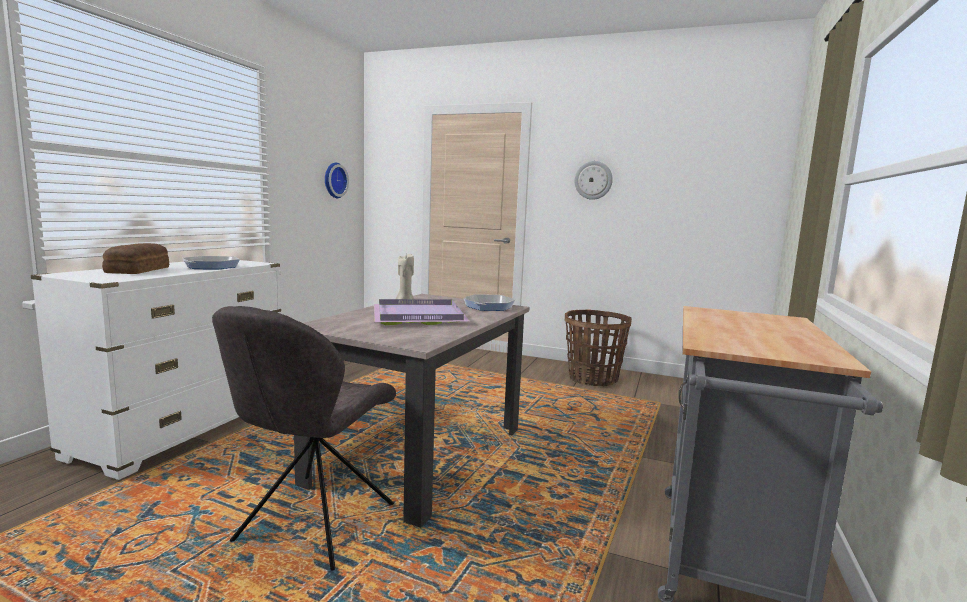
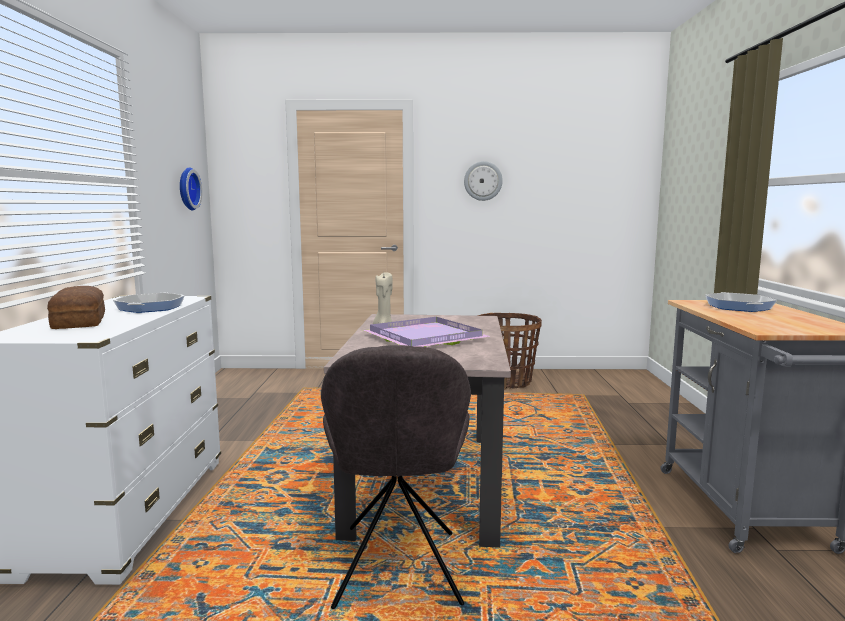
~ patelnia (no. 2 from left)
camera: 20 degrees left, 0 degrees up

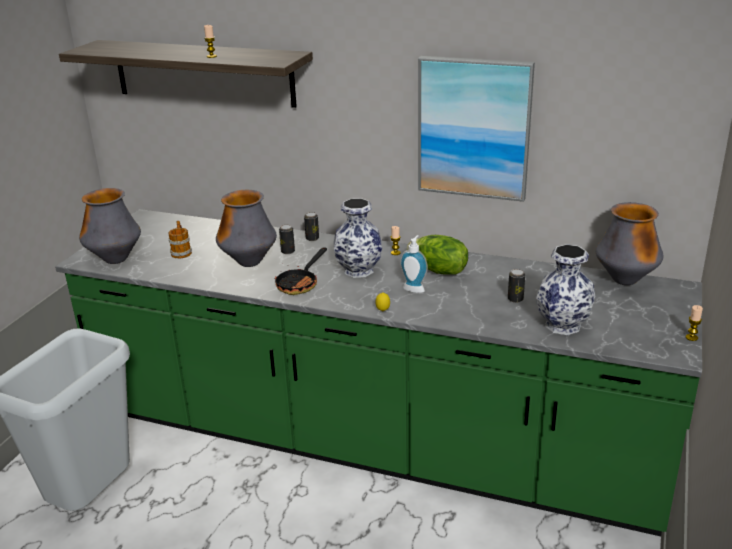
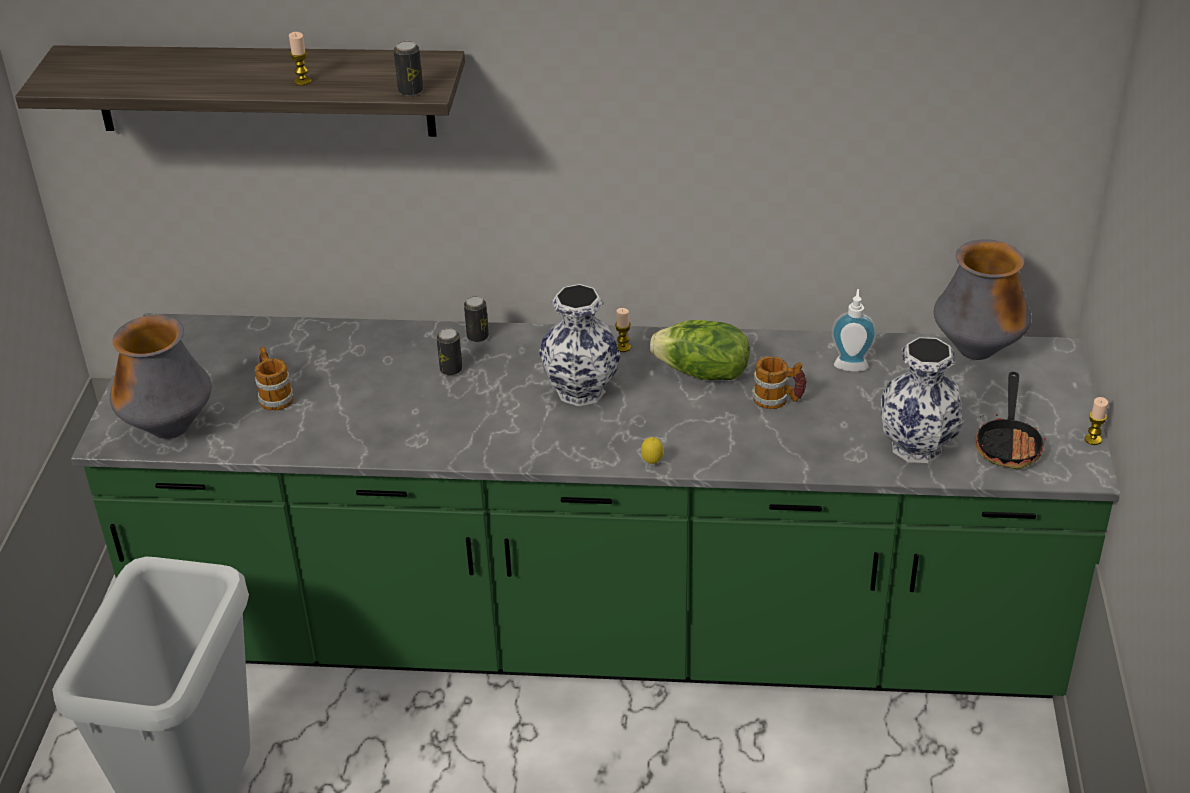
- obraz
- wazon (no. 2 from left)
~ dozownik mydła
~ patelnia
~ puszka (no. 3 from left in the first image) to puszka (no. 1 from left)
+ kubek (no. 2 from left)
camera: 15 degrees left, 10 degrees up

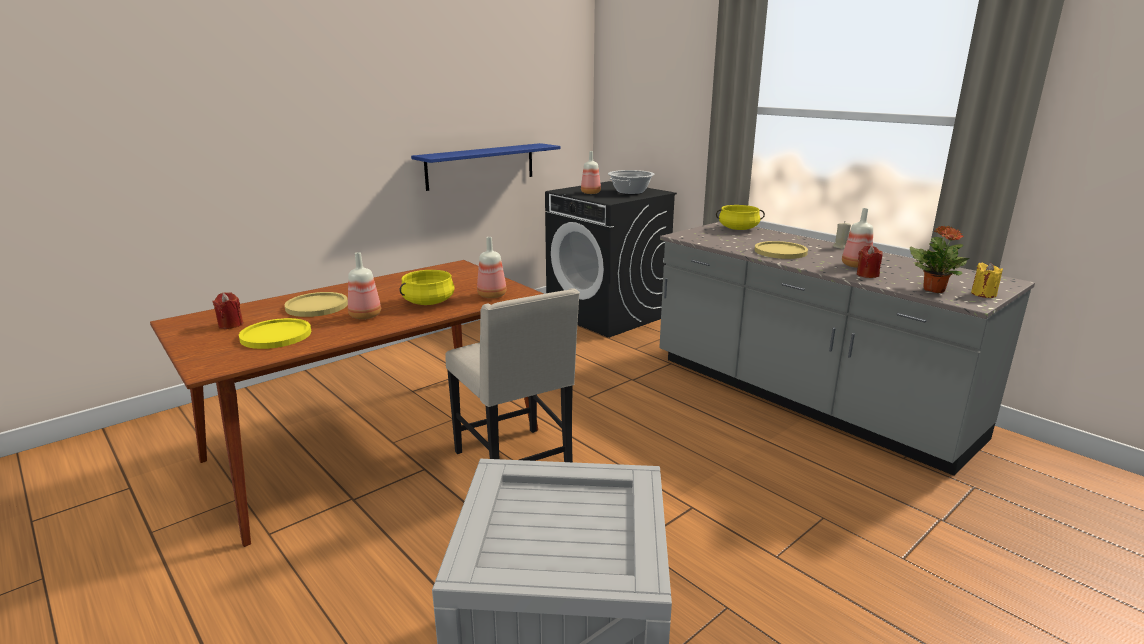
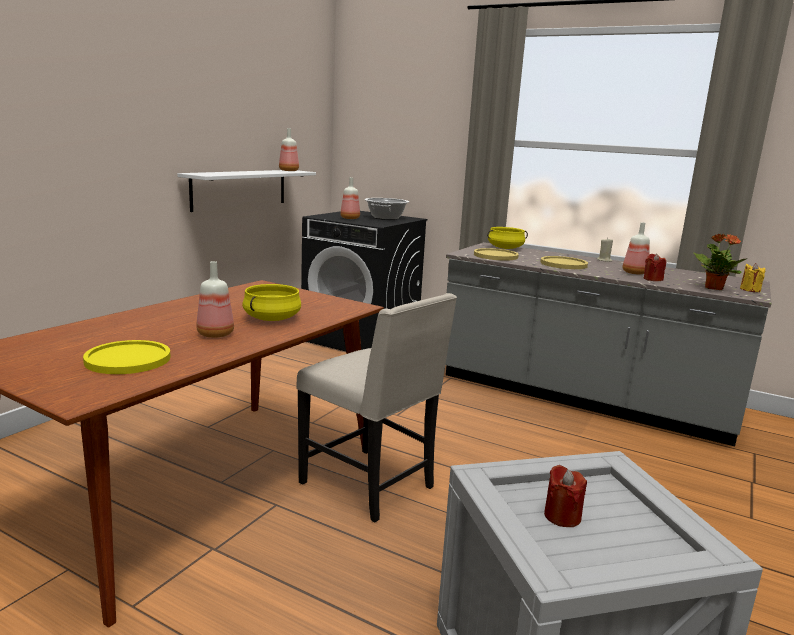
~ półka [niebieski] to półka [biały]
~ butelka (no. 2 from left)
~ świeca [czerwony] (no. 1 from left)
~ talerz [żółty] (no. 2 from left)
camera: 20 degrees left, 5 degrees down

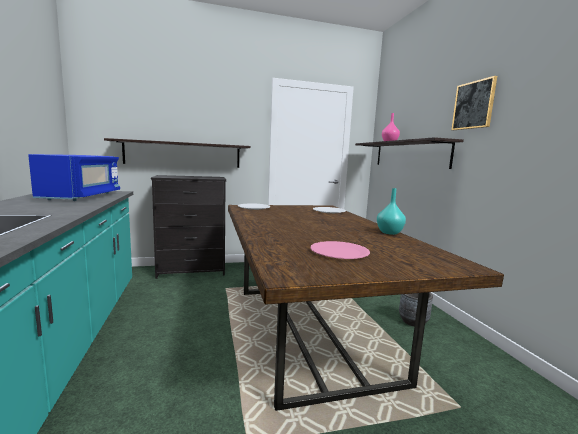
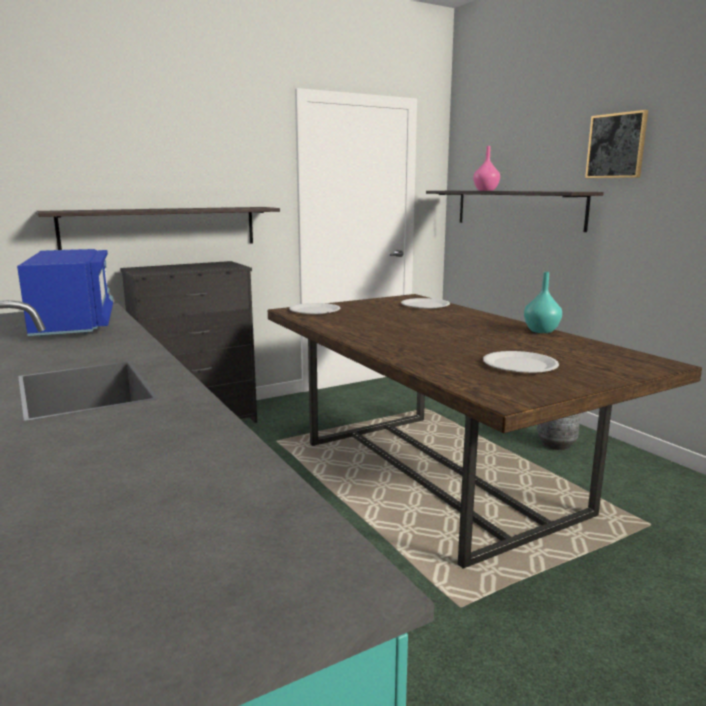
~ talerz [różowy] to talerz [biały] (no. 3 from left)
camera: 15 degrees left, 5 degrees up

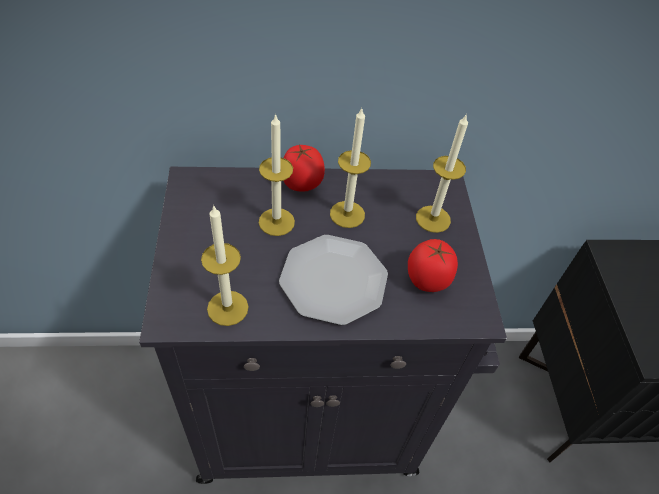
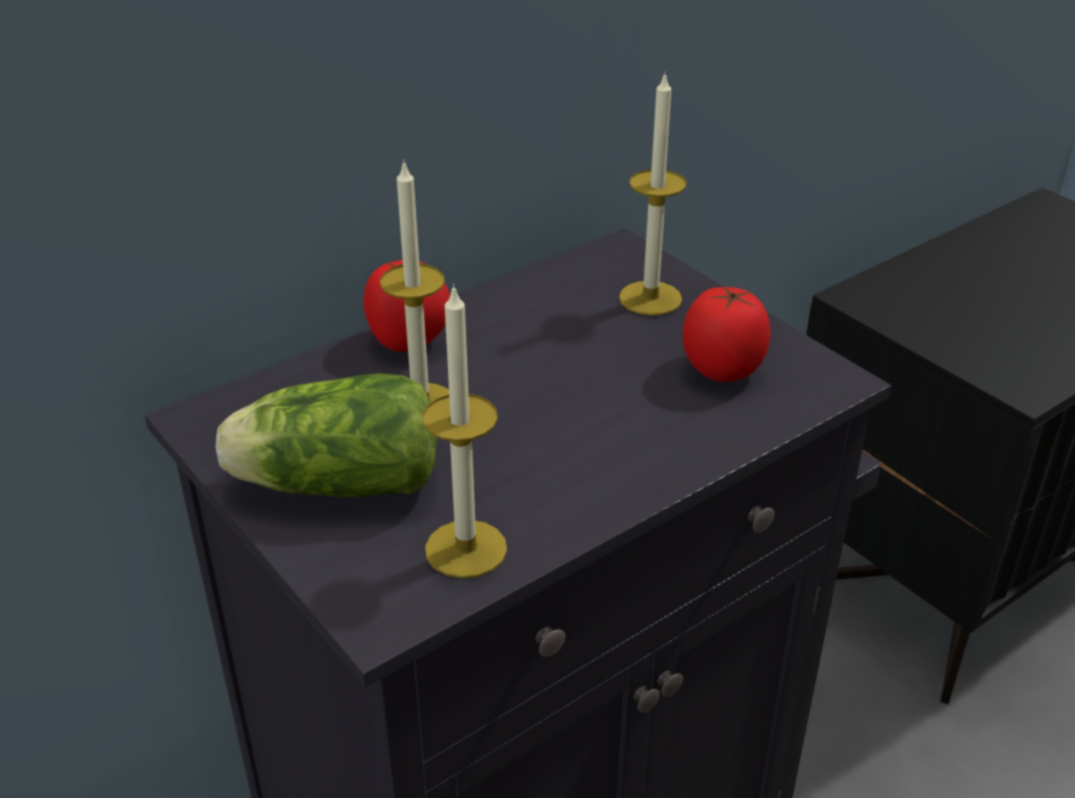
- świeca (no. 3 from left)
- talerz
+ sałata
camera: 30 degrees left, 15 degrees down

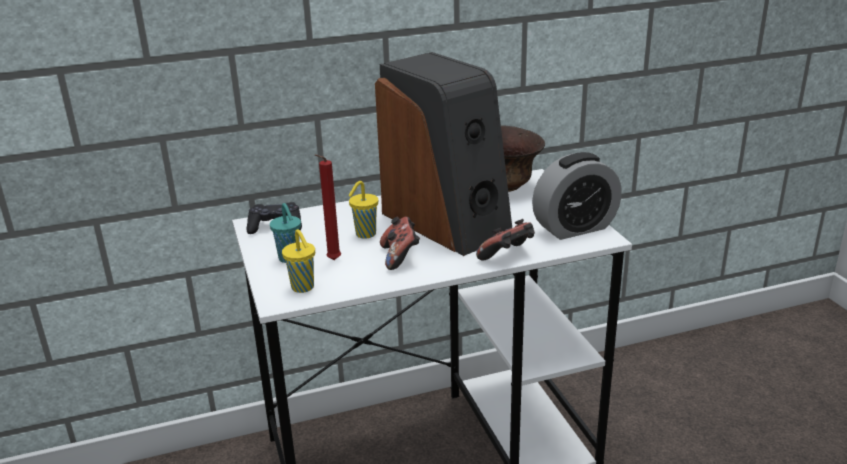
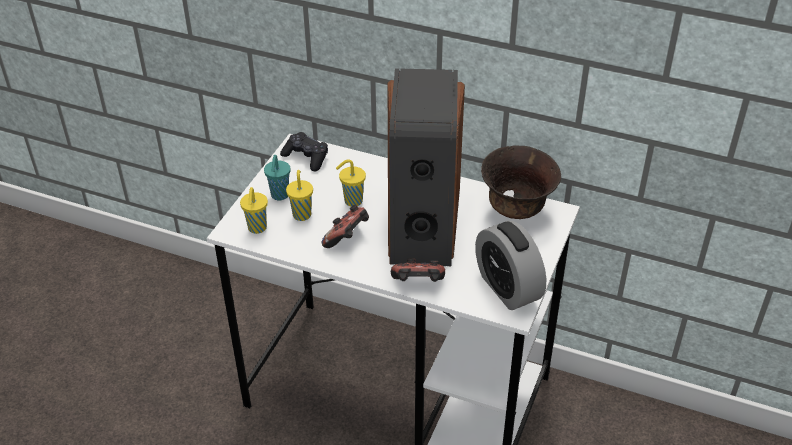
~ budzik 45 degrees clockwise
~ świeca [czerwony] to filiżanka [żółty] (no. 2 from left)
camera: 40 degrees right, 15 degrees up

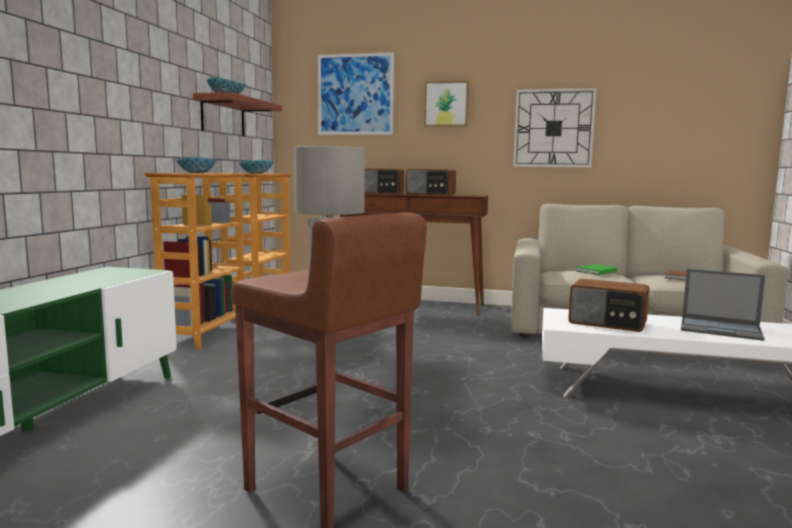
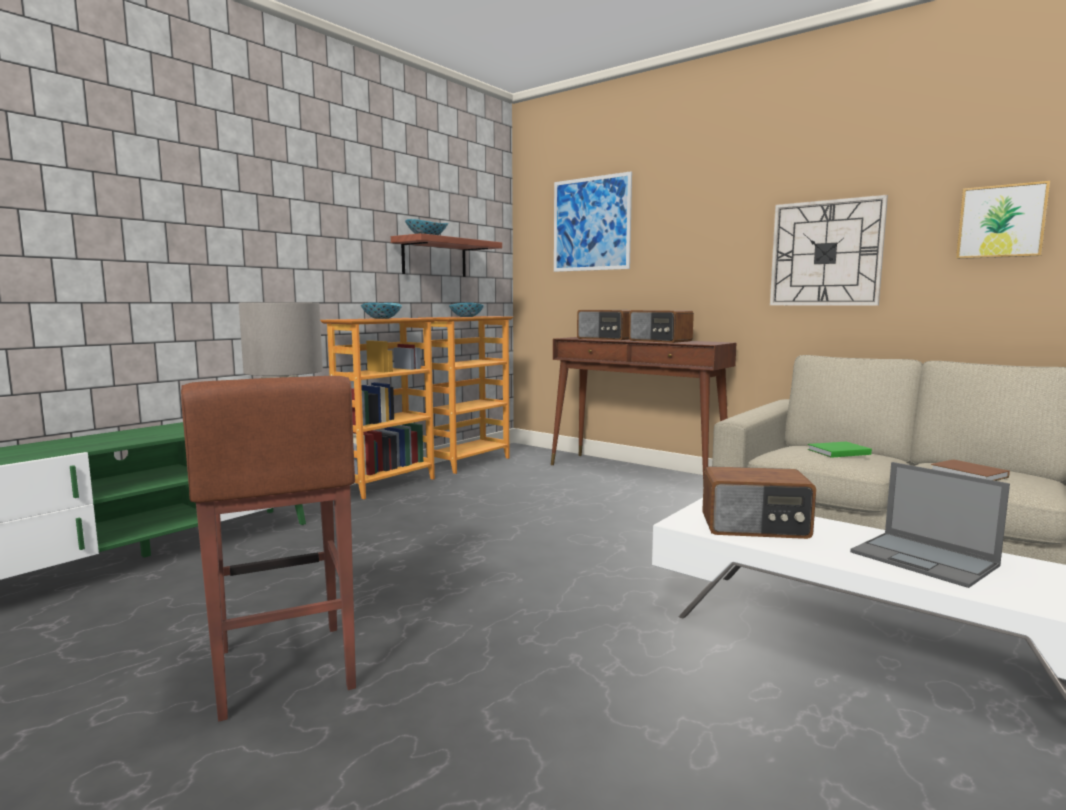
~ obraz (no. 2 from left)
~ radio (no. 3 from left) 45 degrees counterclockwise
camera: 25 degrees right, 0 degrees up

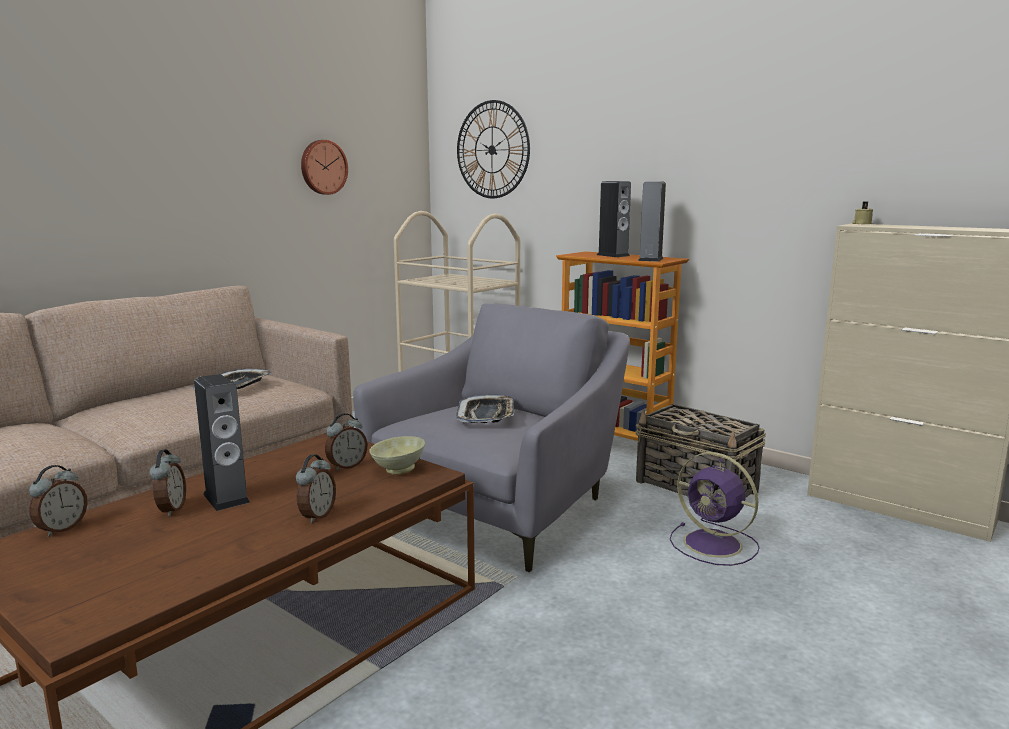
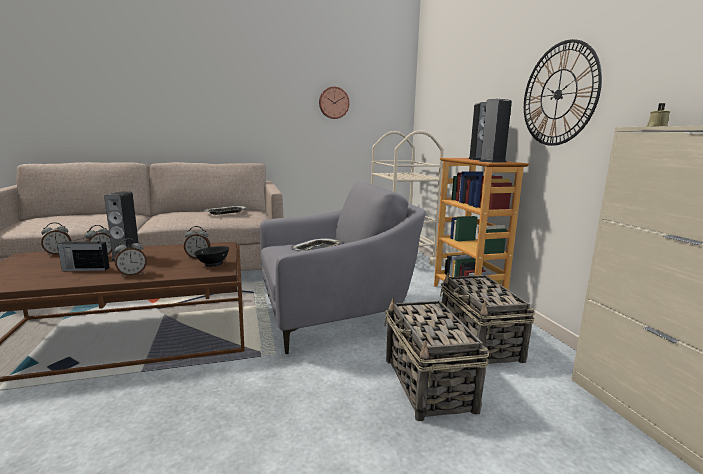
~ zegar ścienny (no. 2 from left)
~ miska [beżowy] to miska [czarny]
~ wentylator [fioletowy] to koszyk (no. 1 from left)
+ radio
camera: 35 degrees right, 0 degrees up

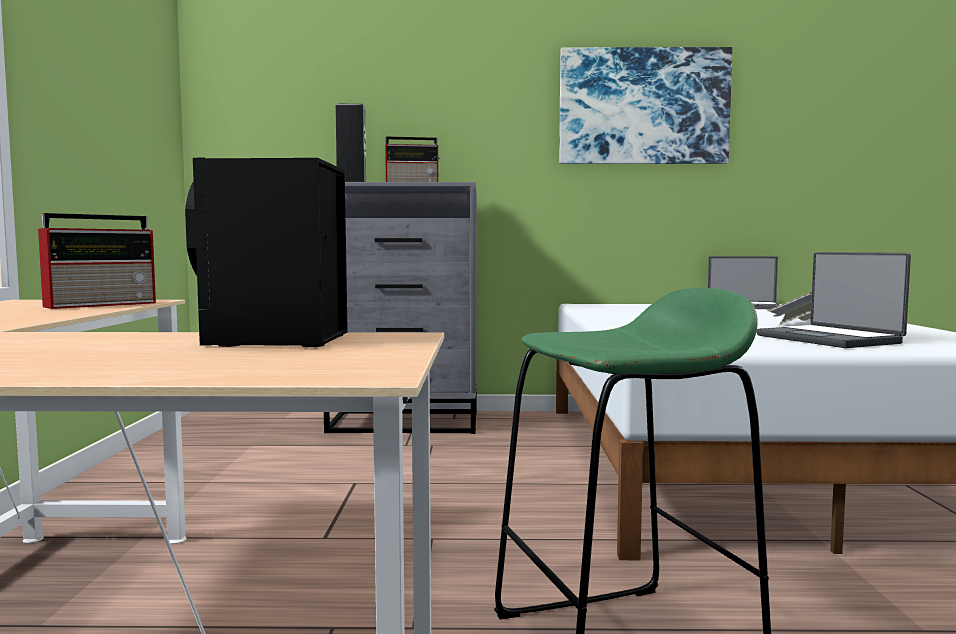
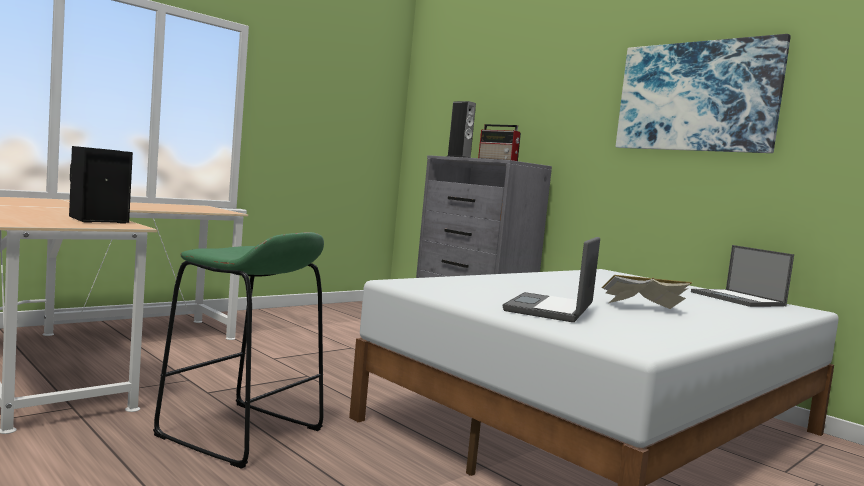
- radio (no. 1 from left)
camera: 45 degrees right, 0 degrees up

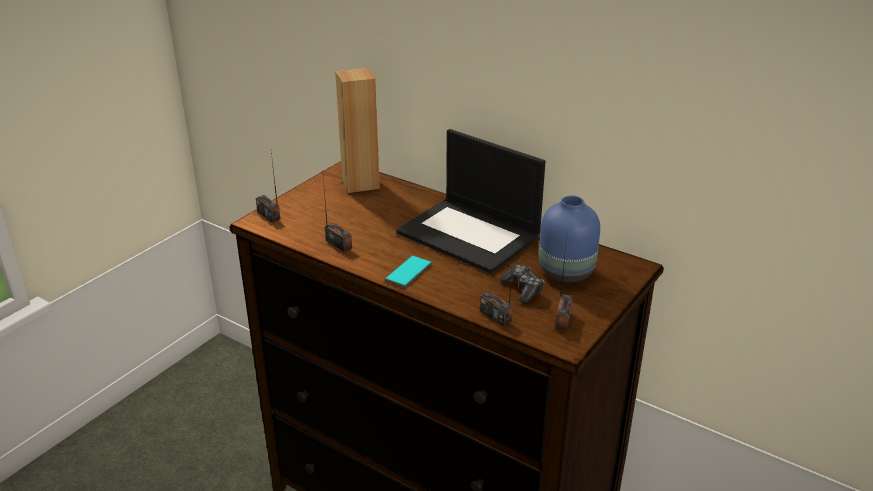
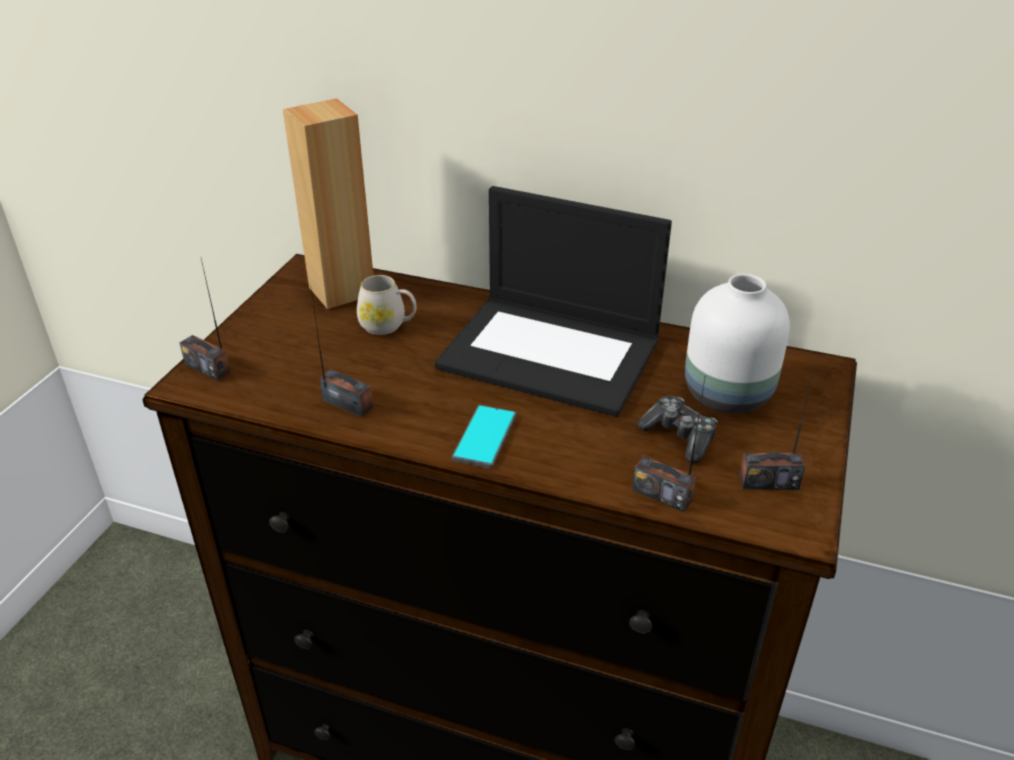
~ wazon [niebieski] to wazon [biały]
~ radio (no. 4 from left) 90 degrees clockwise
+ kubek [biały]
camera: 15 degrees left, 5 degrees up

